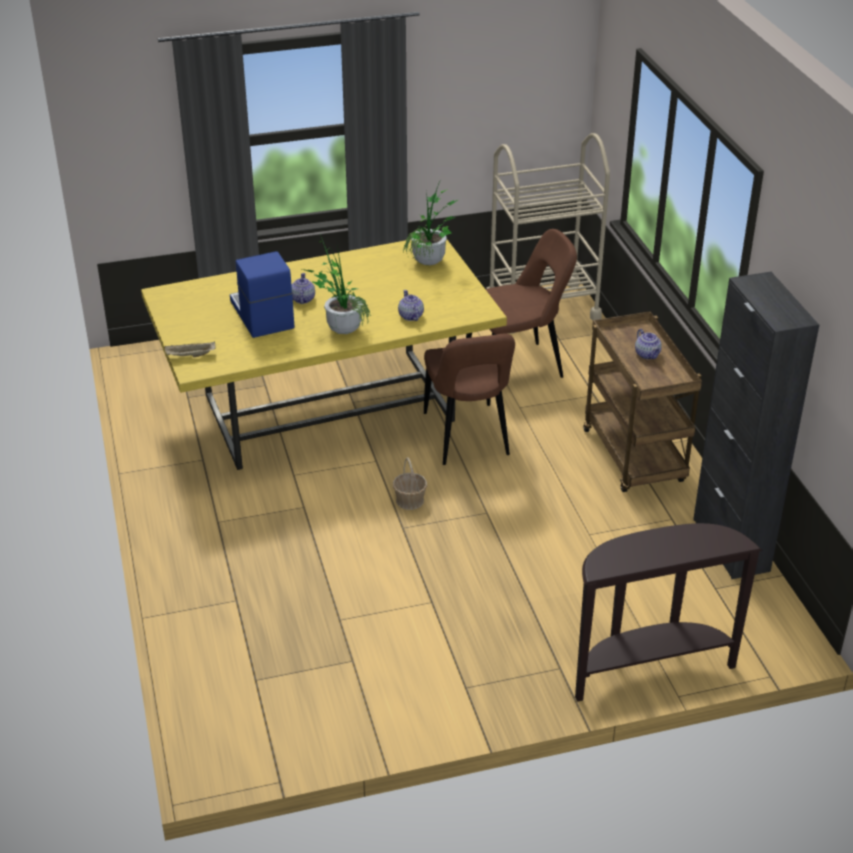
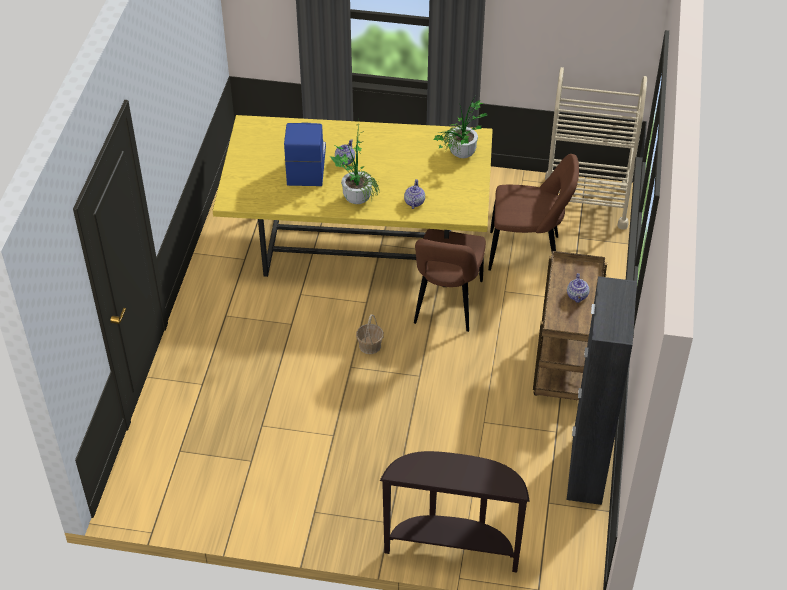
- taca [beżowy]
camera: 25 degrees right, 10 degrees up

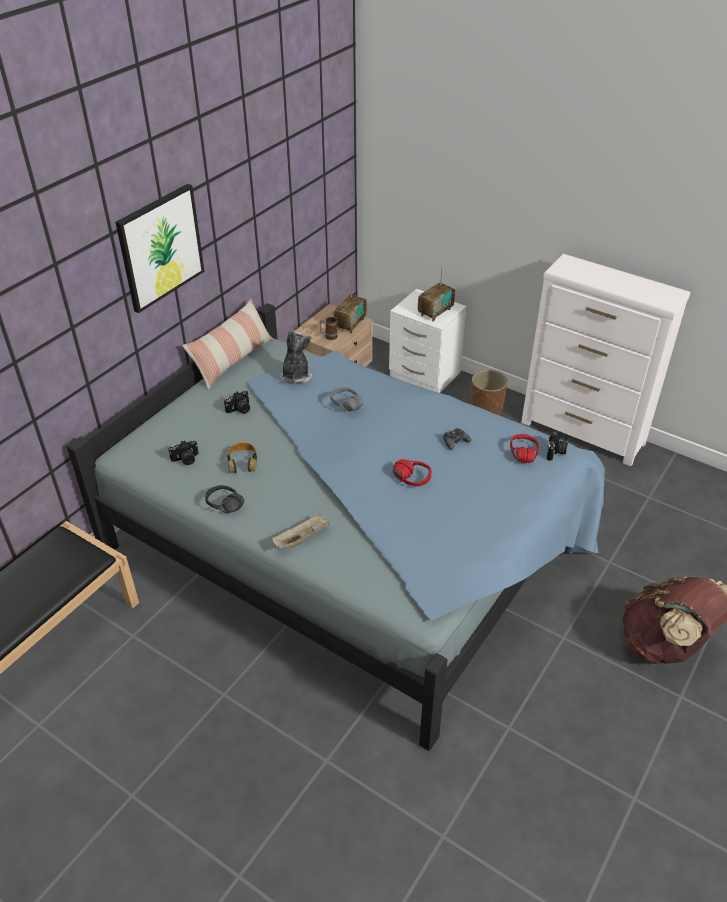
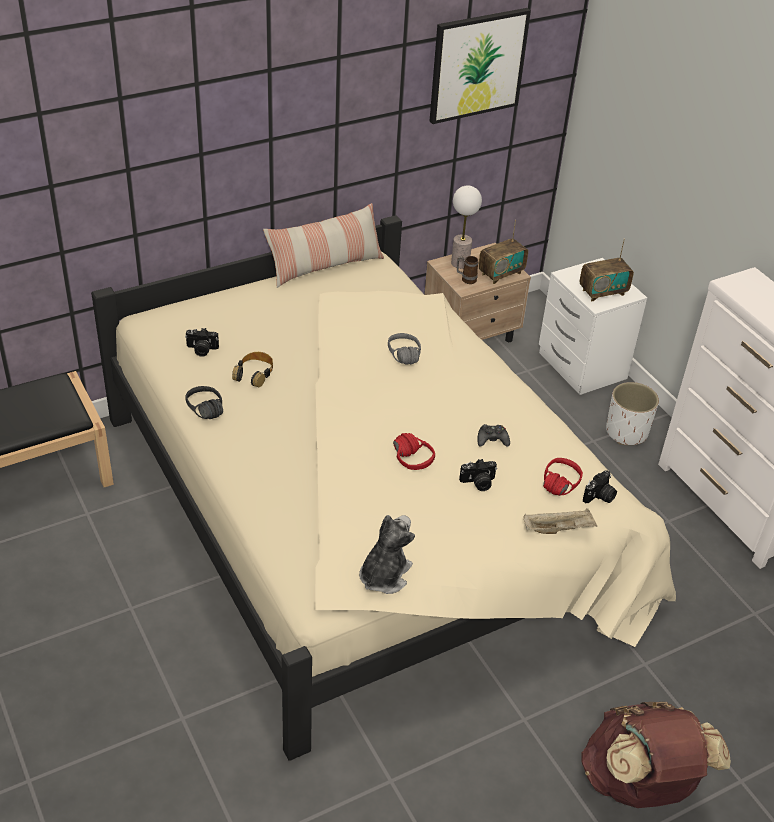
~ obraz
~ łóżko [niebieski] to łóżko [beżowy]
~ pluszak
~ donica [brązowy] to donica [biały]
~ aparat fotograficzny (no. 2 from left)
~ taca [beżowy]
+ lampa stołowa
camera: 25 degrees right, 0 degrees up

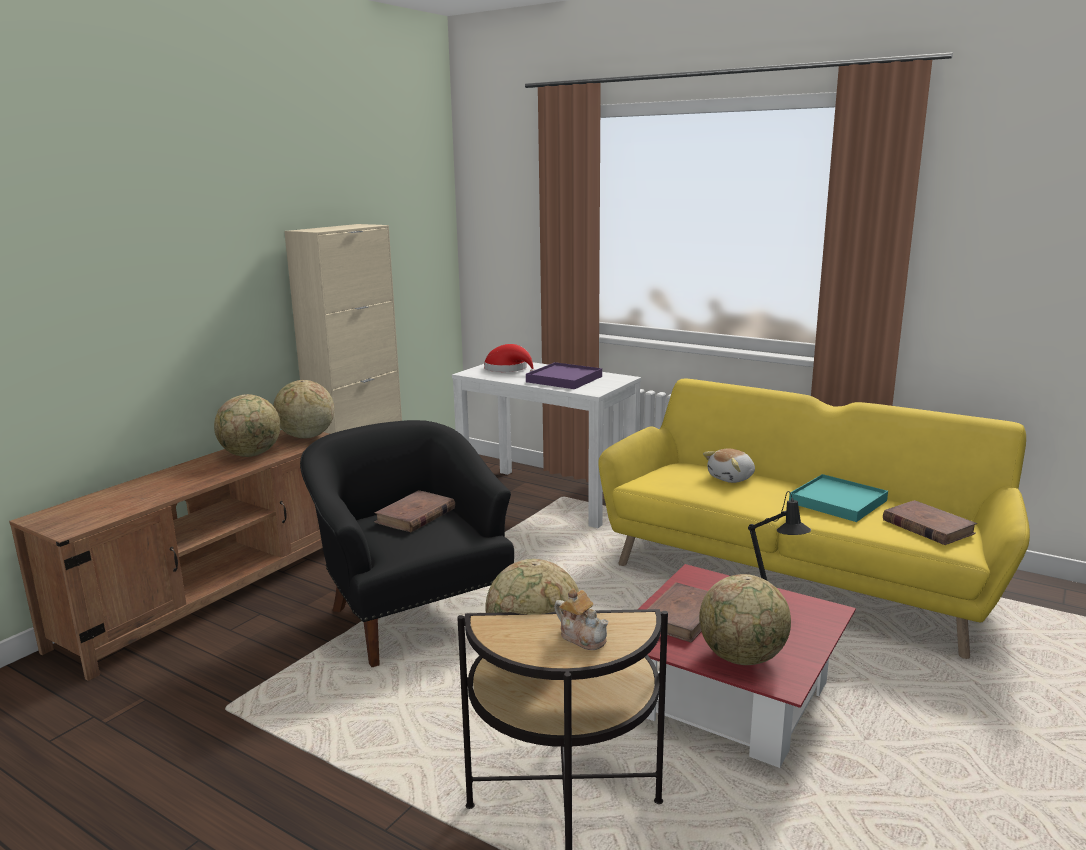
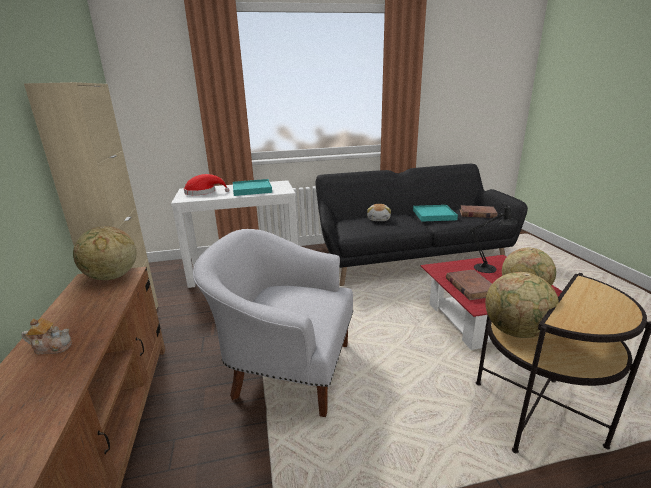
~ taca [fioletowy] to taca [turkusowy] (no. 1 from left)
~ kanapa [żółty] to kanapa [czarny]
- globus (no. 1 from left)
~ fotel [czarny] to fotel [biały]
- książka [brązowy] (no. 1 from left)
~ imbryk
camera: 45 degrees left, 5 degrees up

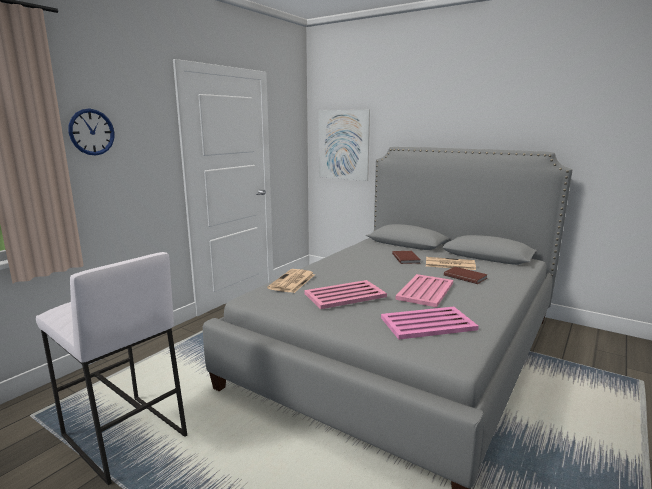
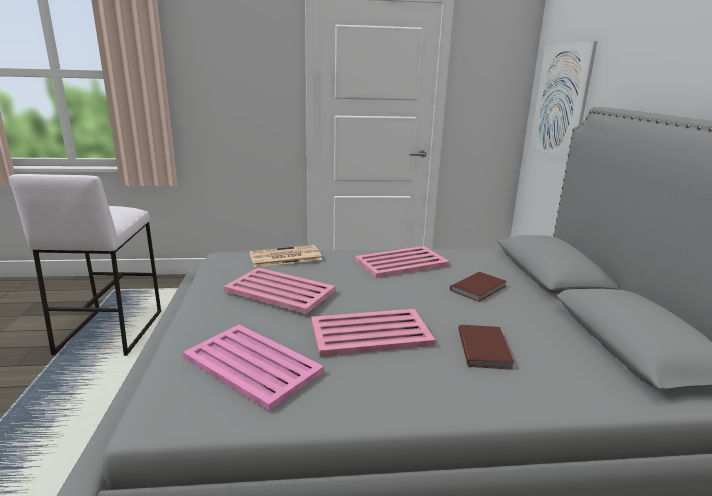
- zegar ścienny
- gazeta (no. 2 from left)
+ taca [różowy] (no. 4 from left)
camera: 50 degrees right, 5 degrees up

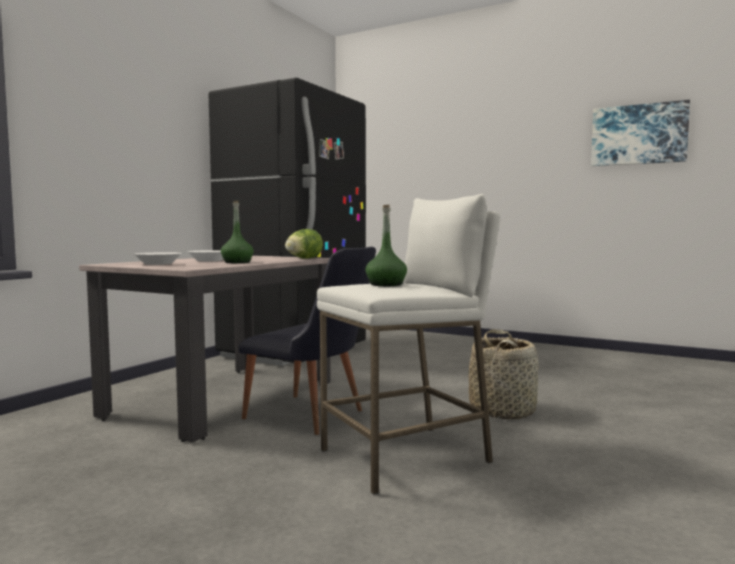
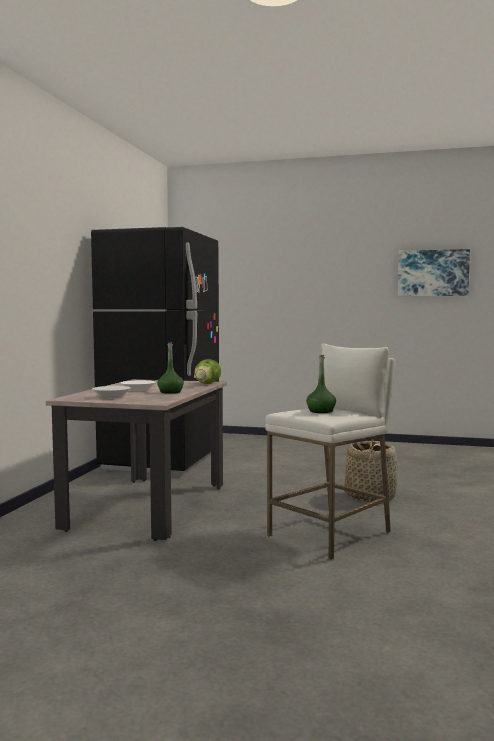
- krzesło [czarny]
camera: 15 degrees left, 0 degrees up

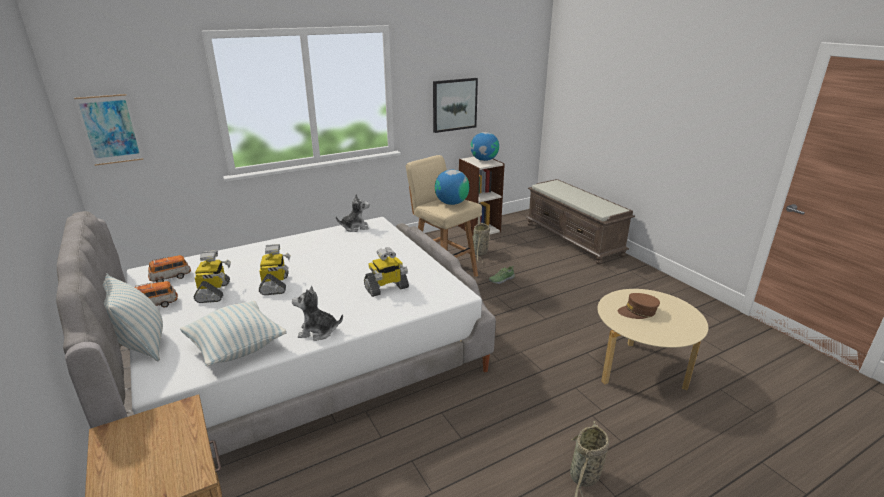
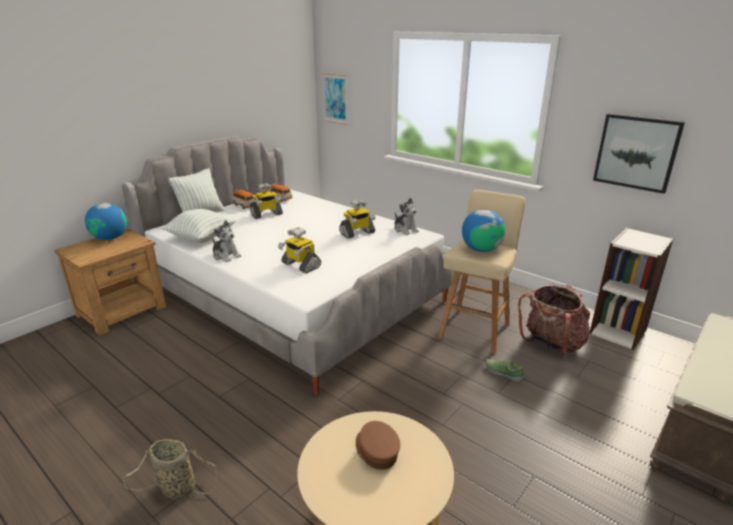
~ globus (no. 2 from left in the first image) to globus (no. 1 from left)
~ koszyk (no. 1 from left) to plecak
~ robot zabawkowy (no. 2 from left in the first image) to robot zabawkowy (no. 3 from left)
~ pluszak (no. 1 from left) 150 degrees clockwise
camera: 70 degrees right, 0 degrees up

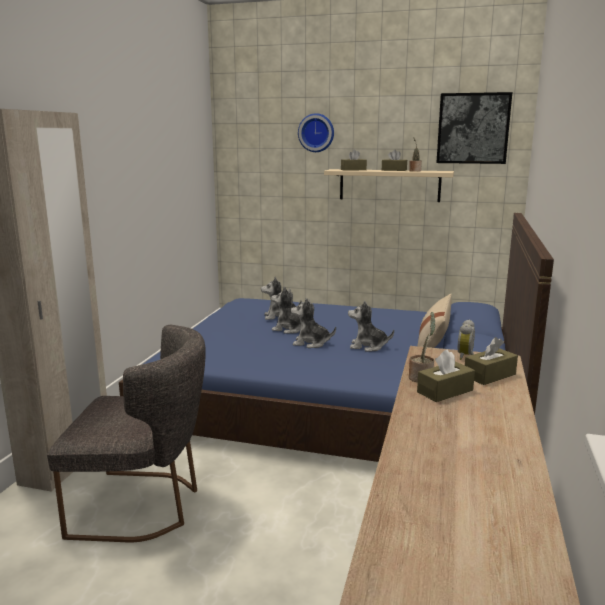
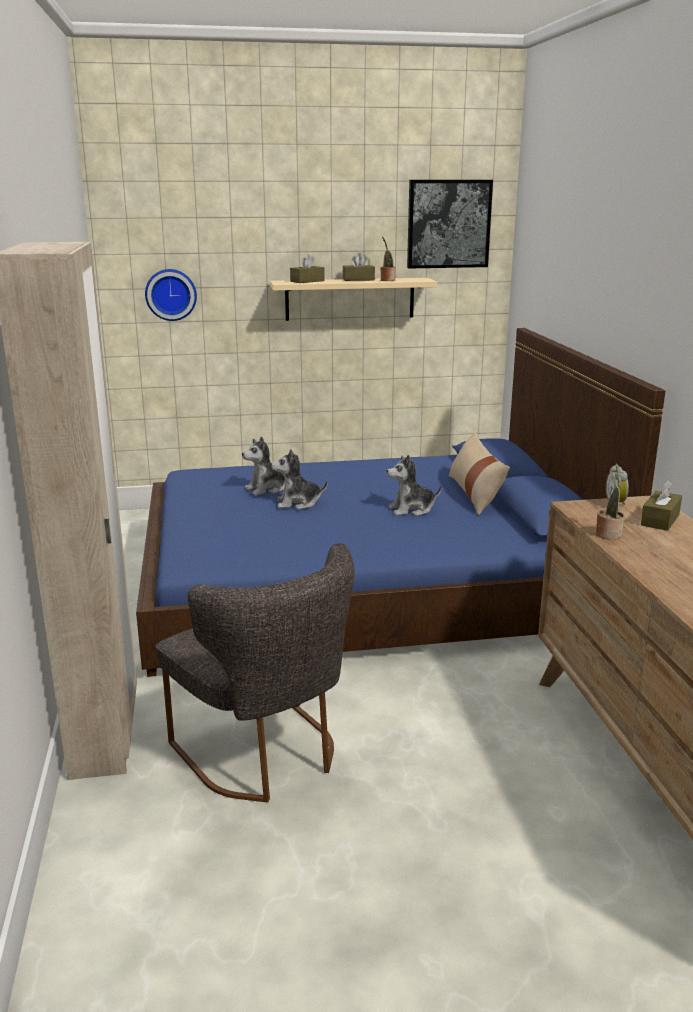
~ zegar ścienny
- pluszak (no. 3 from left)
~ krzesło [szary] 75 degrees clockwise
- pudełko chusteczek [brązowy] (no. 3 from left)
camera: 25 degrees left, 5 degrees up

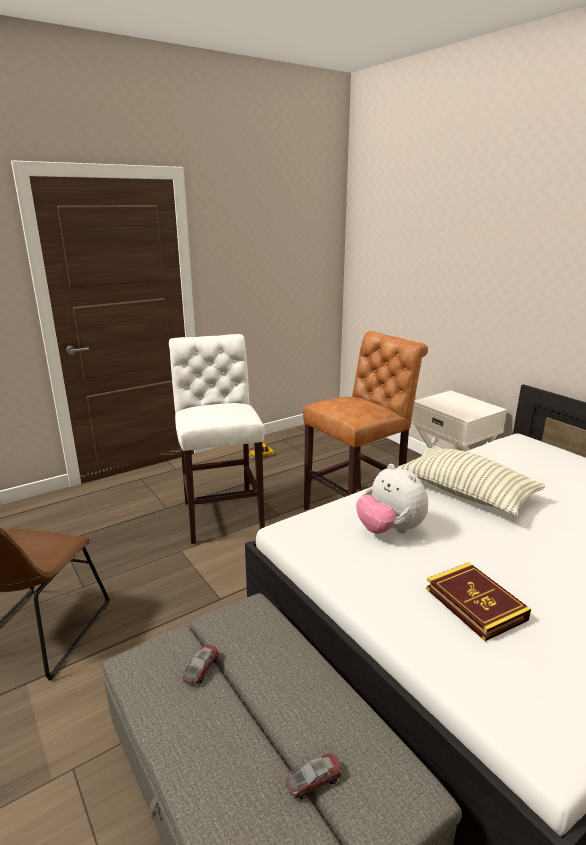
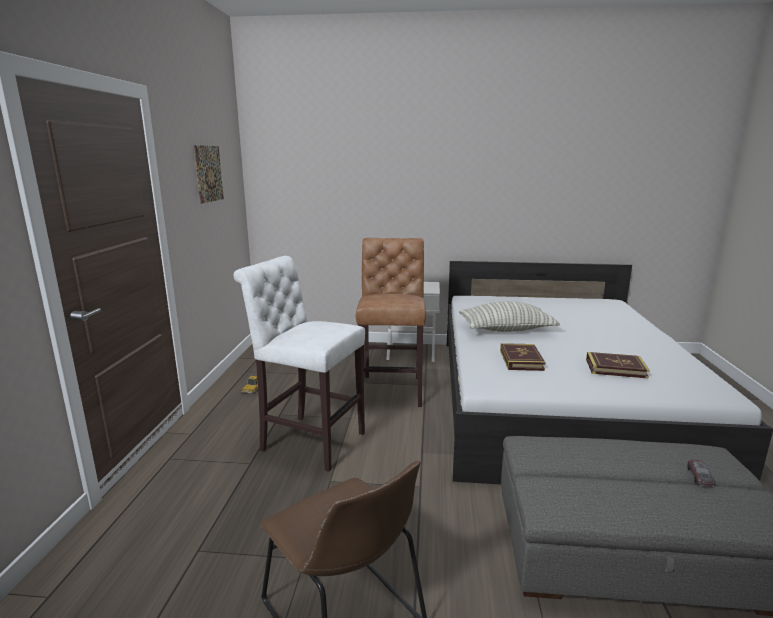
~ pluszak to książka (no. 1 from left)
- samochodzik (no. 1 from left)
+ obraz
camera: 50 degrees left, 5 degrees down

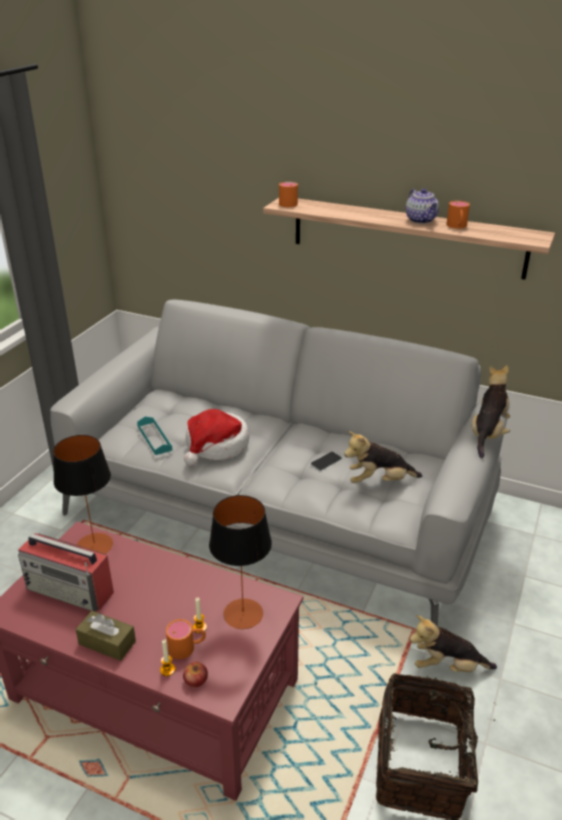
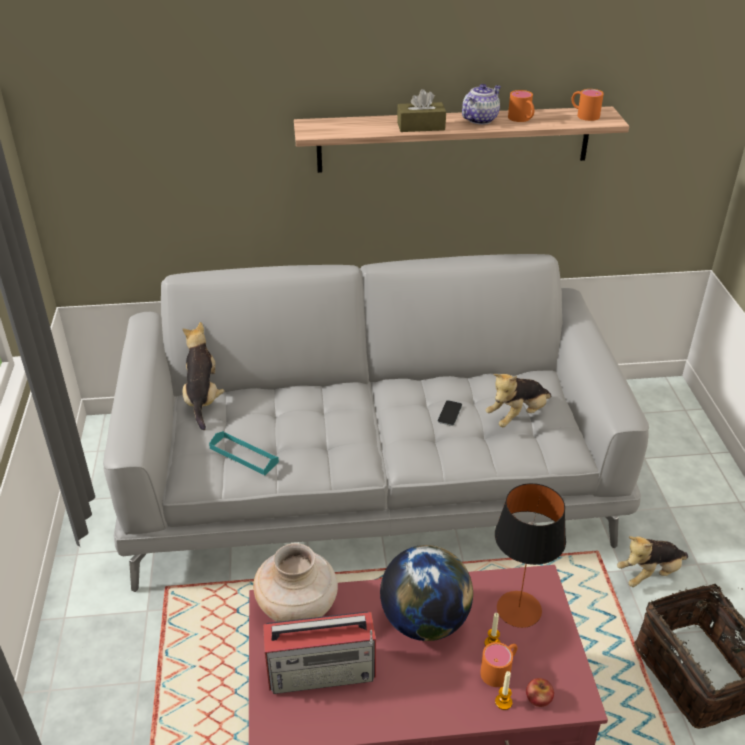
~ kubek [pomarańczowy] (no. 2 from left in the first image) to kubek [pomarańczowy] (no. 3 from left)
~ imbryk 90 degrees counterclockwise
~ pluszak (no. 3 from left in the first image) to pluszak (no. 1 from left)
- kapelusz
~ lampa stołowa (no. 1 from left) to wazon [beżowy]
~ pudełko chusteczek [brązowy]
+ globus
camera: 30 degrees left, 5 degrees up

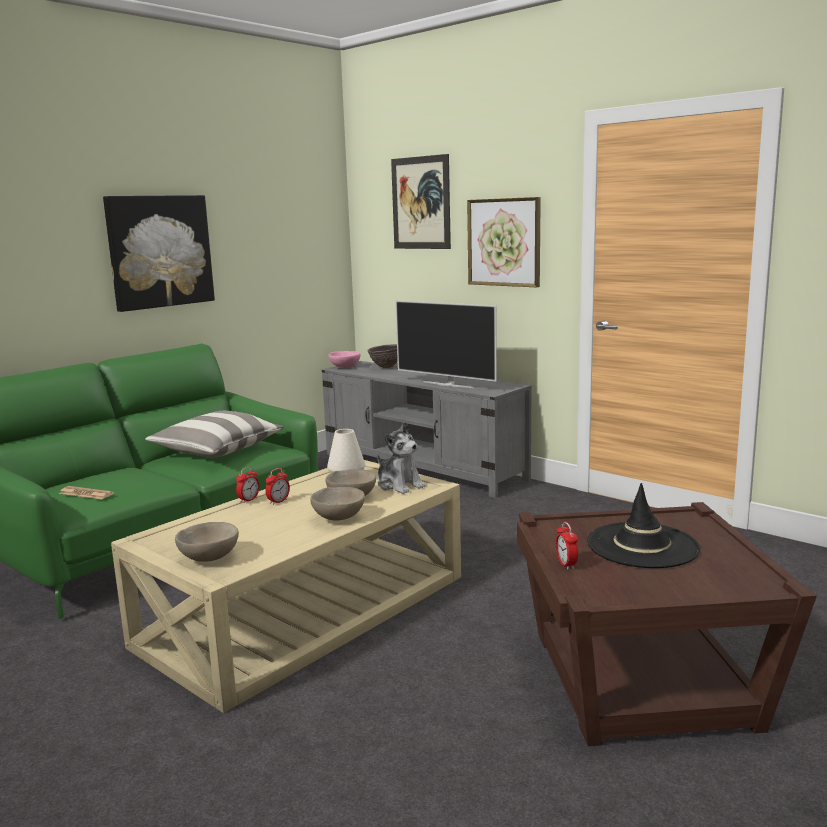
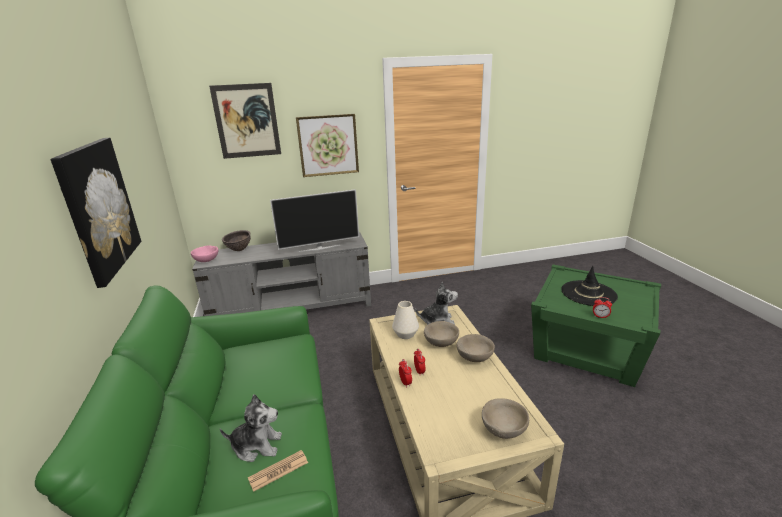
- poduszka
~ stolik [brązowy] to stolik [zielony]
+ pluszak (no. 1 from left)
camera: 55 degrees left, 10 degrees up

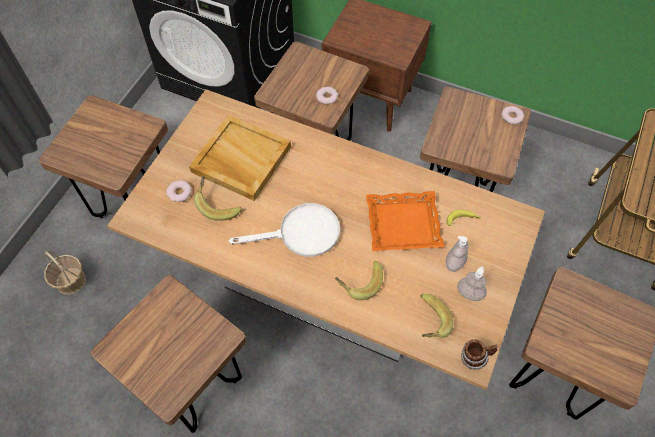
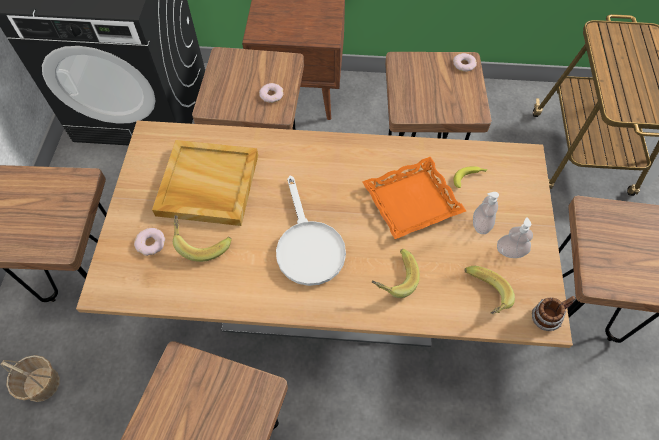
~ patelnia [biały] 105 degrees clockwise
camera: 20 degrees left, 0 degrees up

